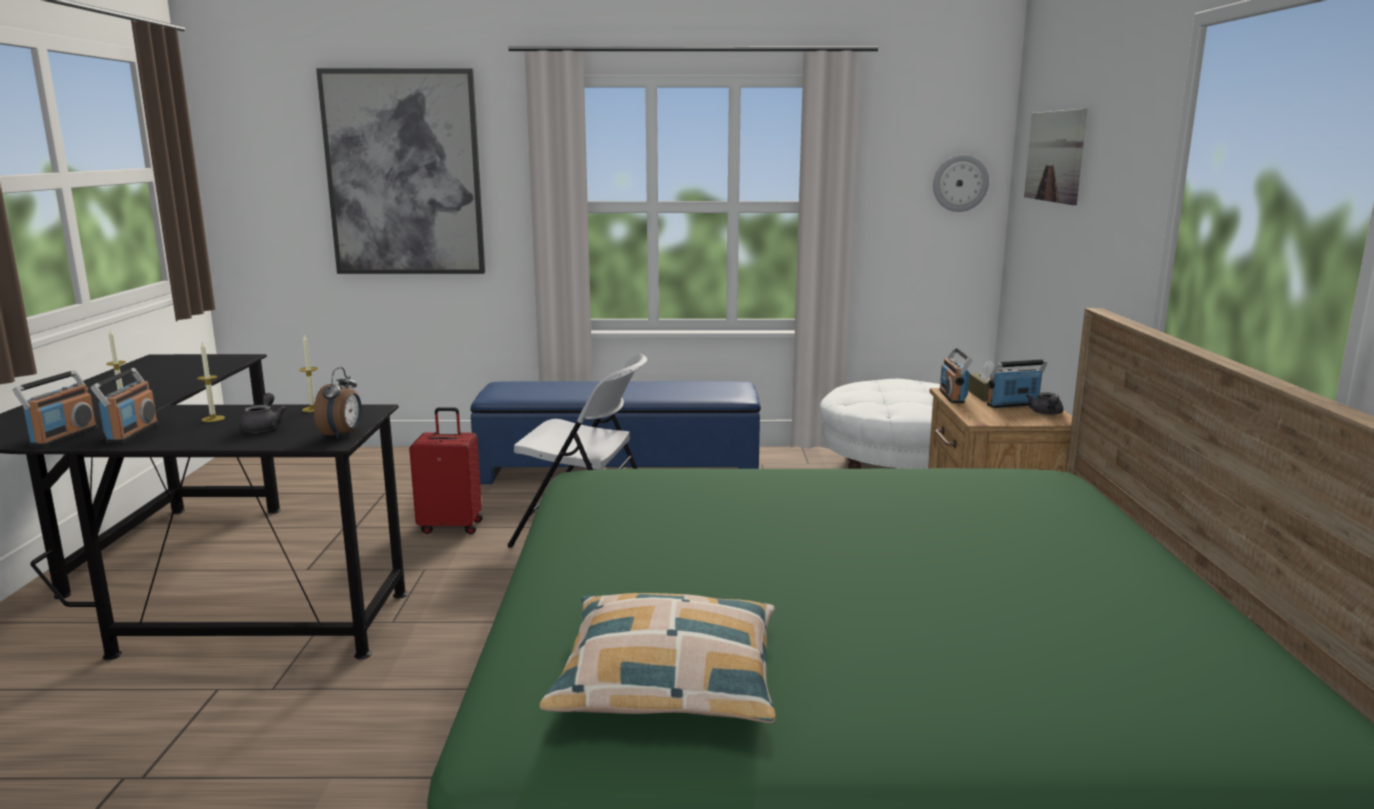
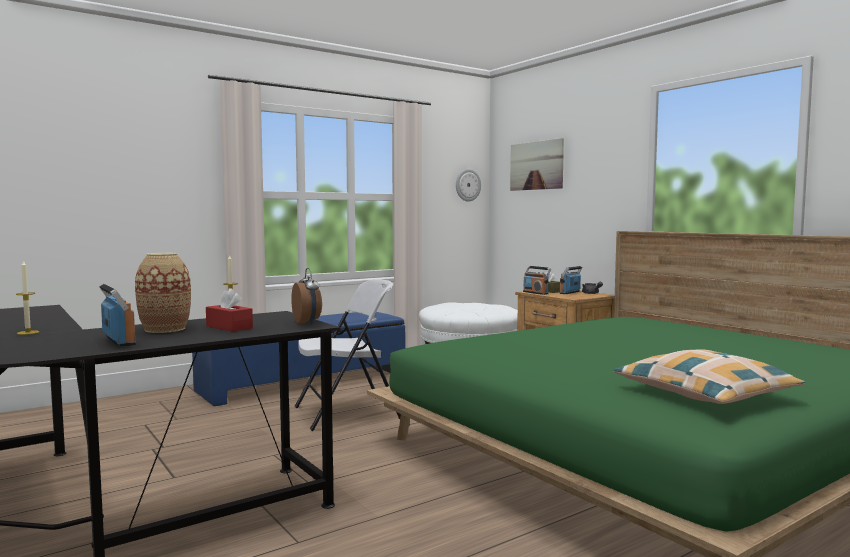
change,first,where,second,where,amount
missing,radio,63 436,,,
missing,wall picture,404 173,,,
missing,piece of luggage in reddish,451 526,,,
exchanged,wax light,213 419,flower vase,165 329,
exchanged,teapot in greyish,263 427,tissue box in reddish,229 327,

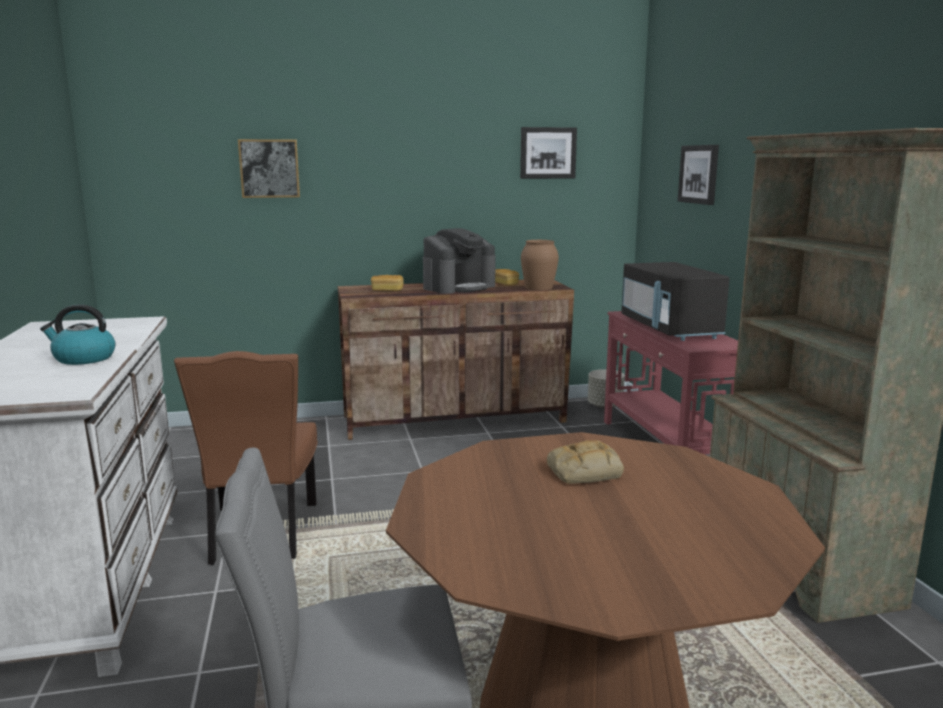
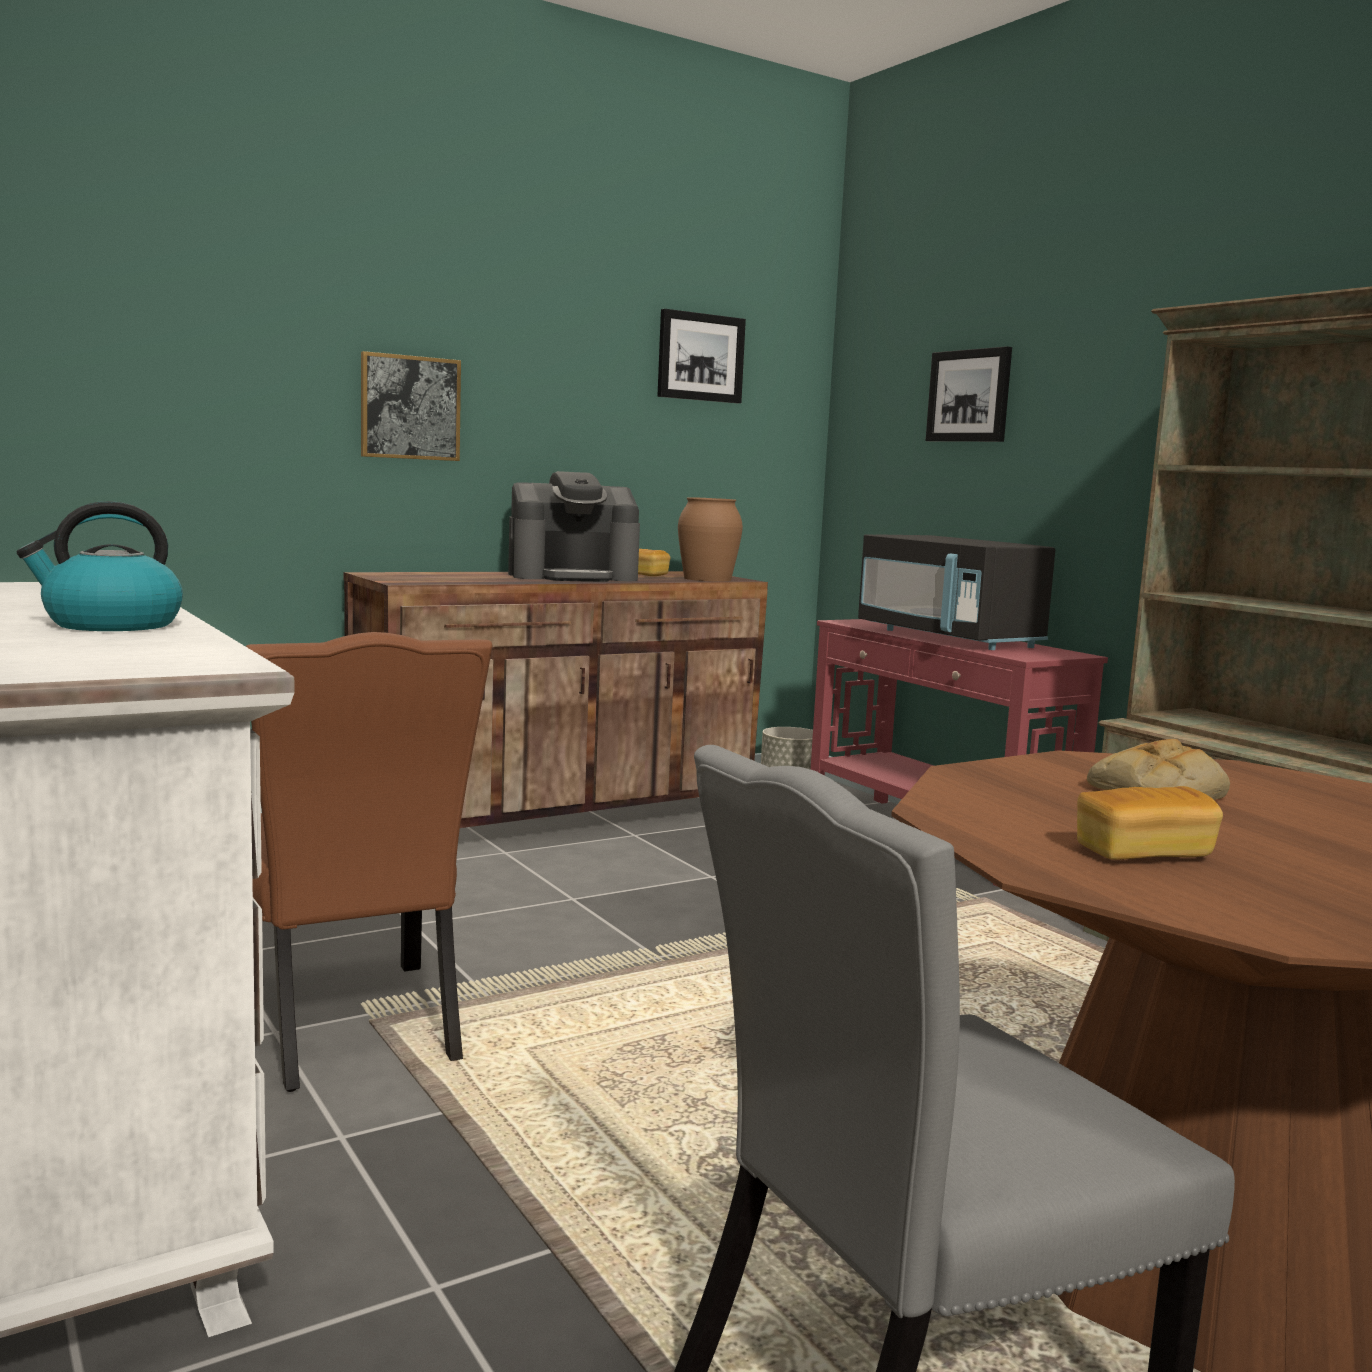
change,first,where,second,where,amount
relocated,wall picture,269 168,,410 407,
relocated,bread,387 290,,1143 854,
spun,coffee maker,459 287,,573 576,45 degrees clockwise

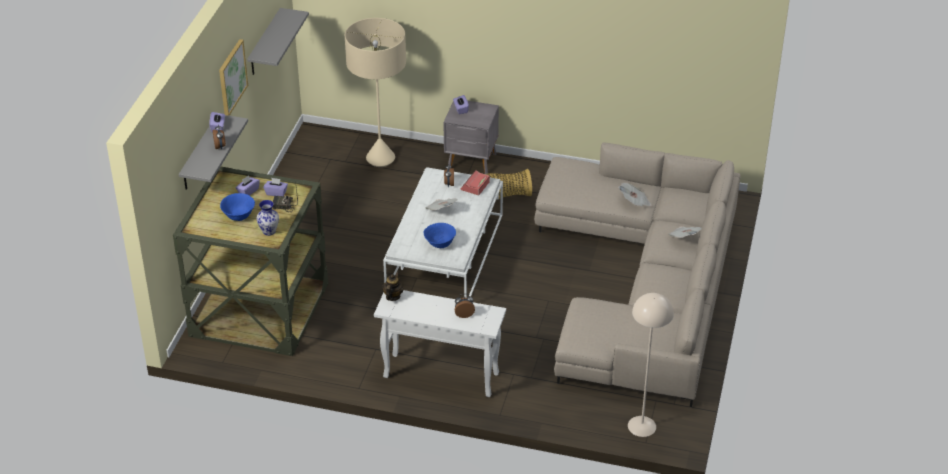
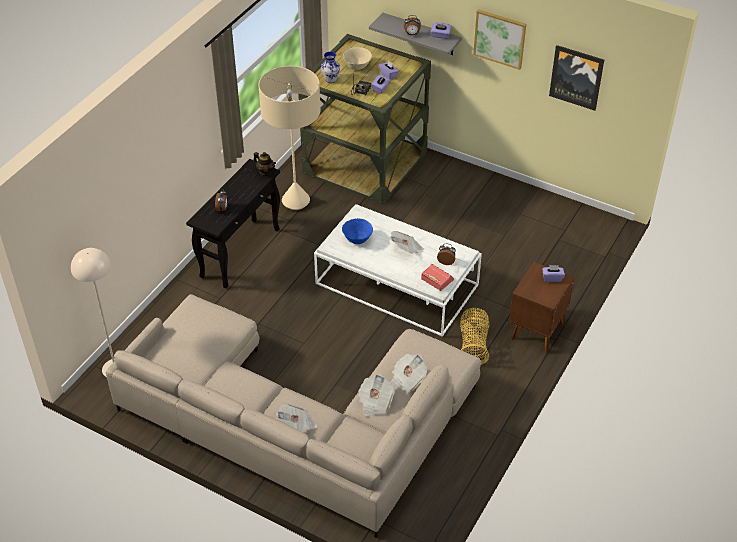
change,first,where,second,where,amount
appeared,,,daily paper,407 380,
relocated,standard lamp in beige,380 160,,296 202,
exchanged,bracket shelf in greyish,264 43,wall picture,576 77,
colour,bowl in blue-coloured,238 216,bowl in beige,357 67,
colour,console table in white,440 375,console table in blackish,240 252,
colour,night table in greyish,472 162,night table in brown-coloured,537 331,

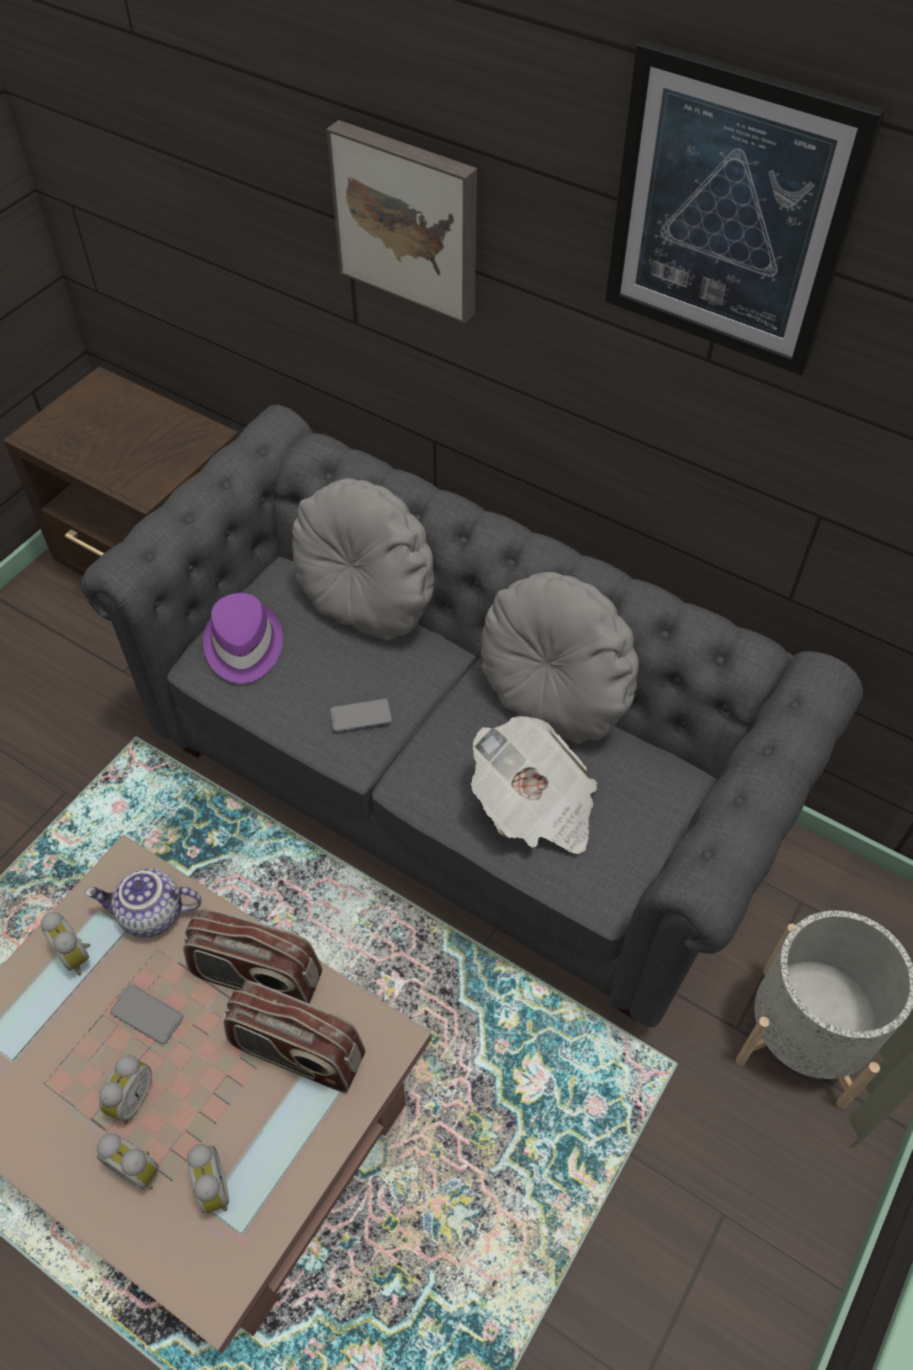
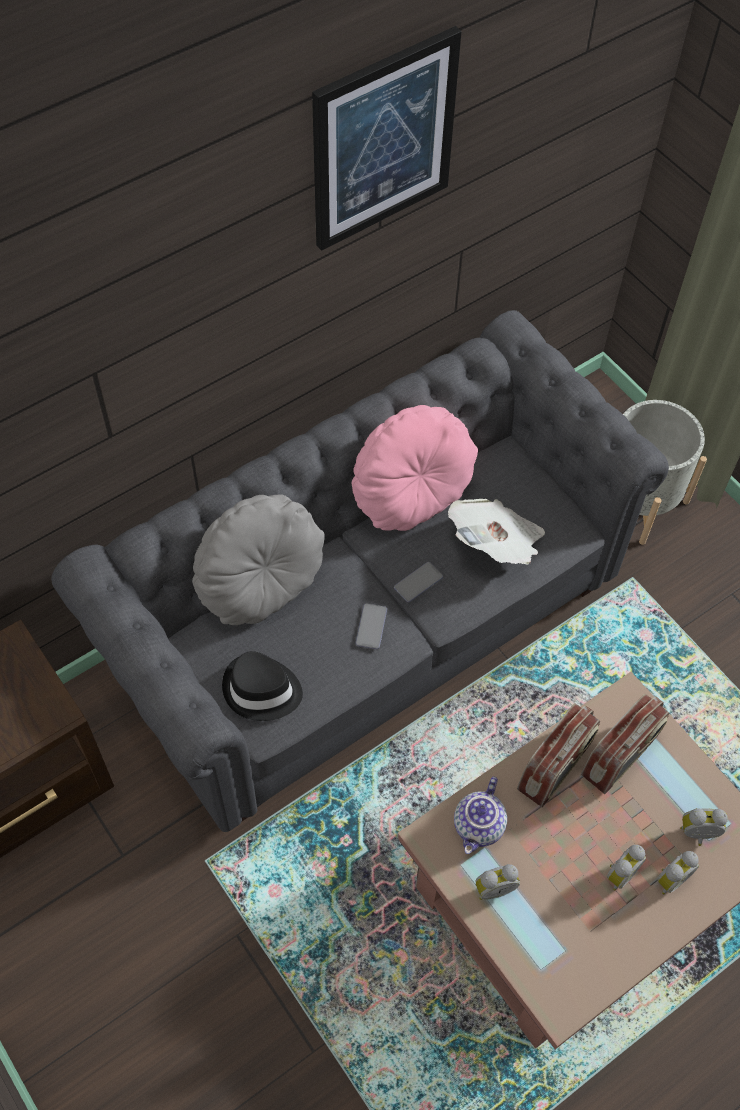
change,first,where,second,where,amount
missing,wall picture,409 220,,,
relocated,handset,147 1015,,418 582,
colour,clothing hat in purple-coloured,242 646,clothing hat in blackish,261 690,
colour,cushion in greyish,552 703,cushion in pinkish,411 501,
spun,table clock,130 1098,,619 873,90 degrees clockwise

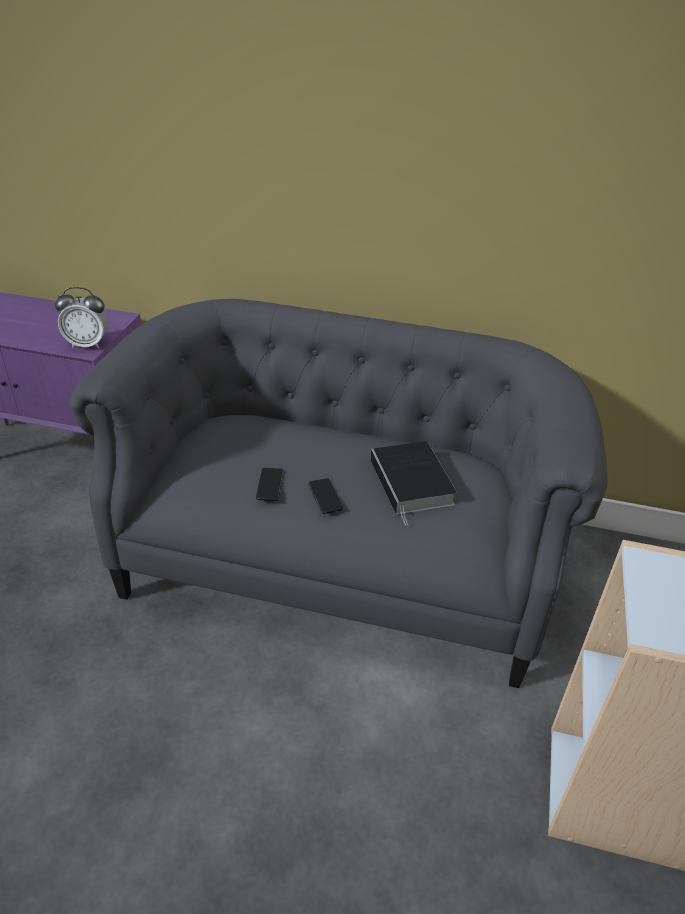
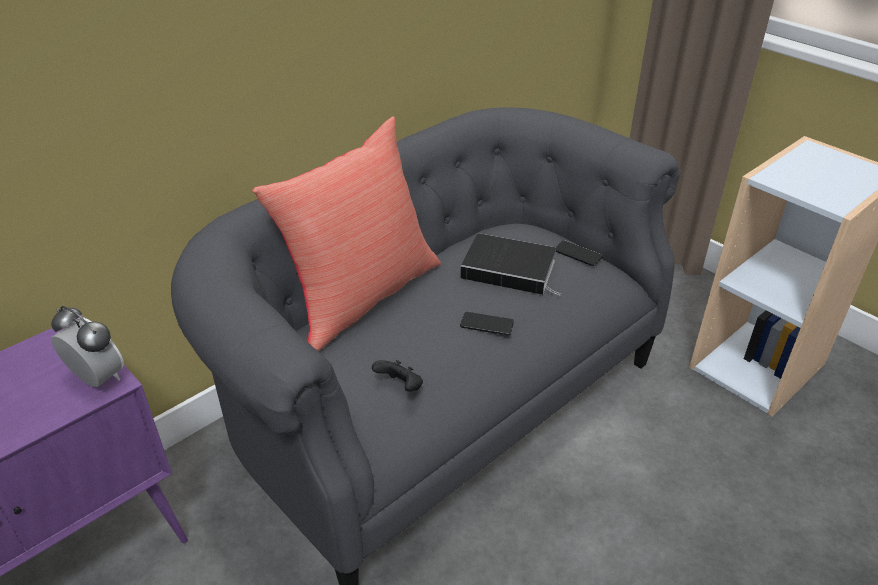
change,first,where,second,where,amount
appeared,,,cushion in reddish,361 296,
appeared,,,joypad in blackish,400 387,
relocated,handset,270 485,,578 254,
spun,table clock,88 344,,98 379,90 degrees counterclockwise

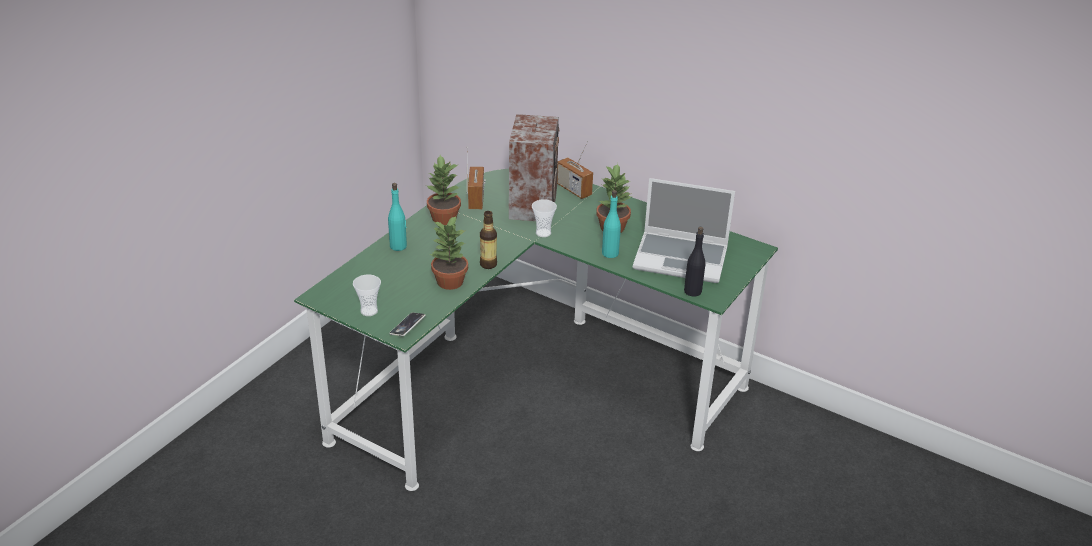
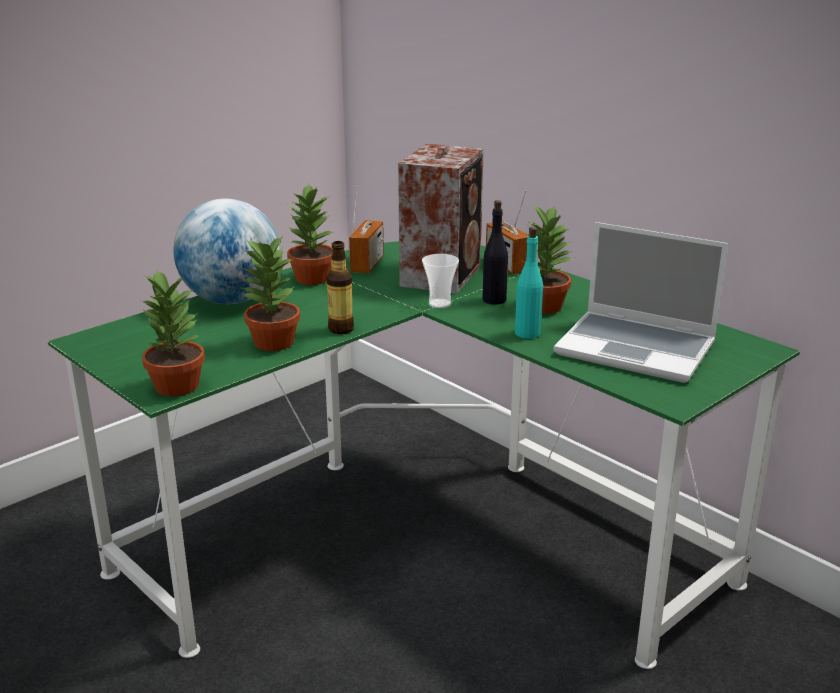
change,first,where,second,where,amount
missing,drinking cup,369 311,,,
relocated,bottle in blackish,693 291,,494 300,
exchanged,bottle in turquoise-coloured,398 246,desk globe,231 300,
exchanged,handset,407 326,houseplant,176 386,

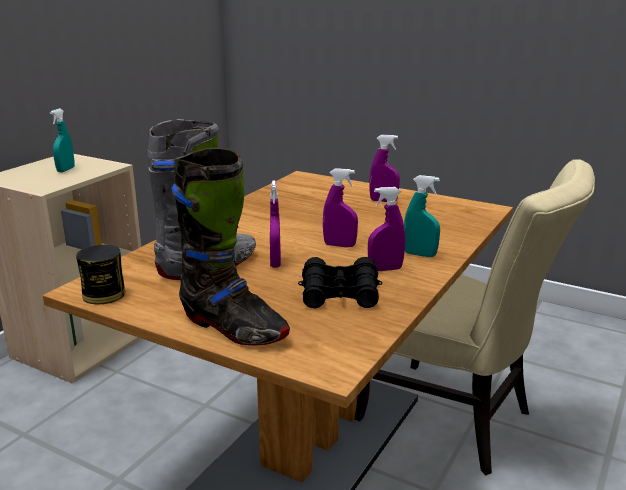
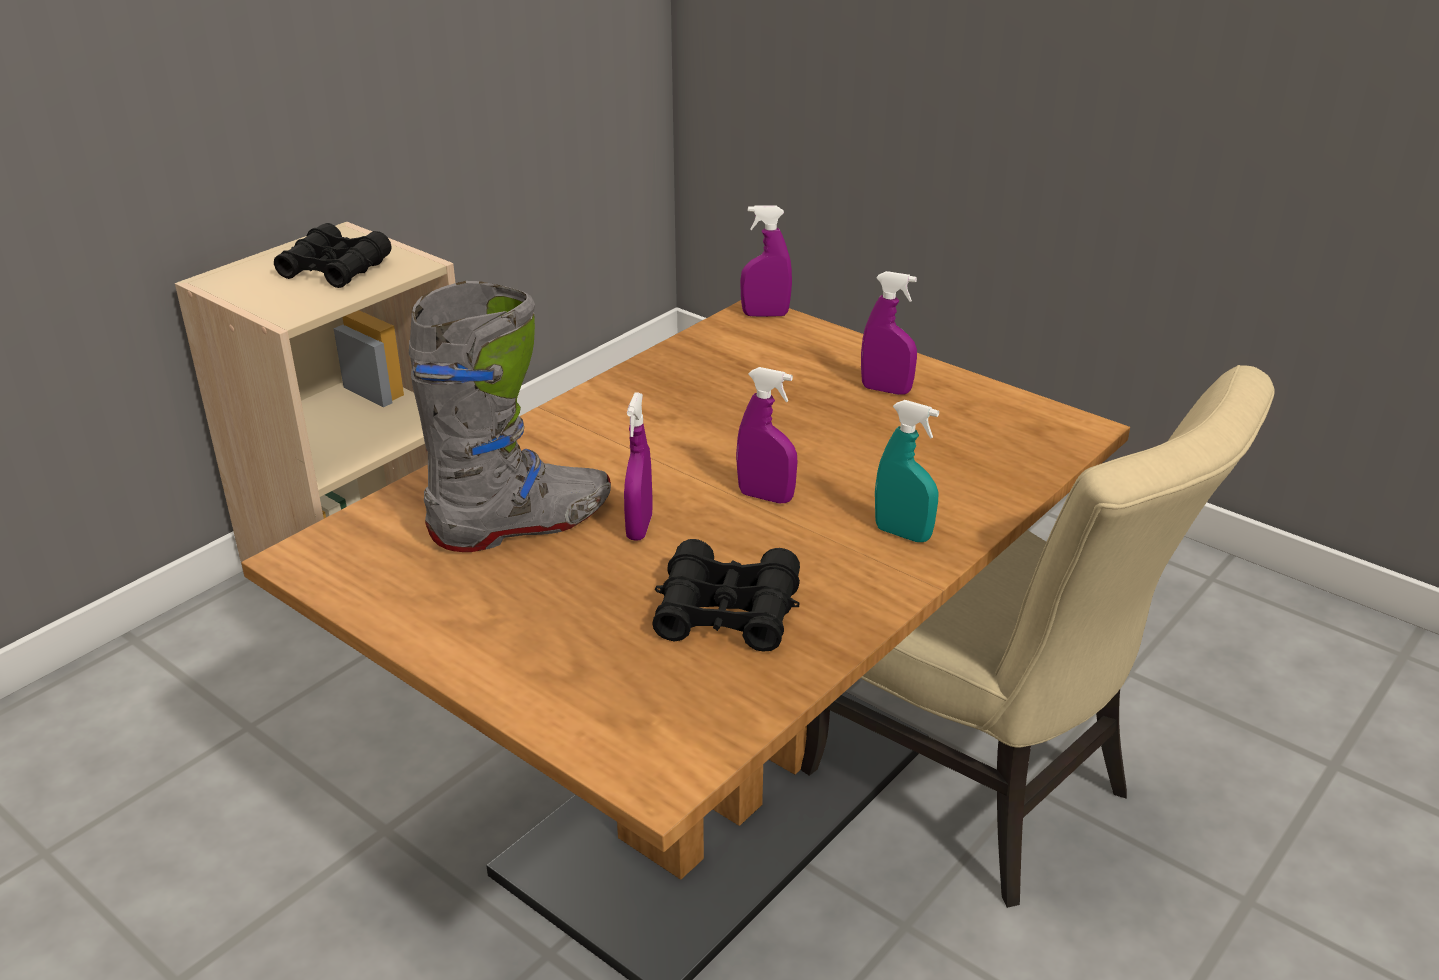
change,first,where,second,where,amount
missing,can,104 294,,,
missing,boot in blackish,232 328,,,
relocated,spray bottle in purple-coloured,385 269,,765 315,
exchanged,spray bottle in turquoise-coloured,66 170,binoculars in blackish,335 269,

